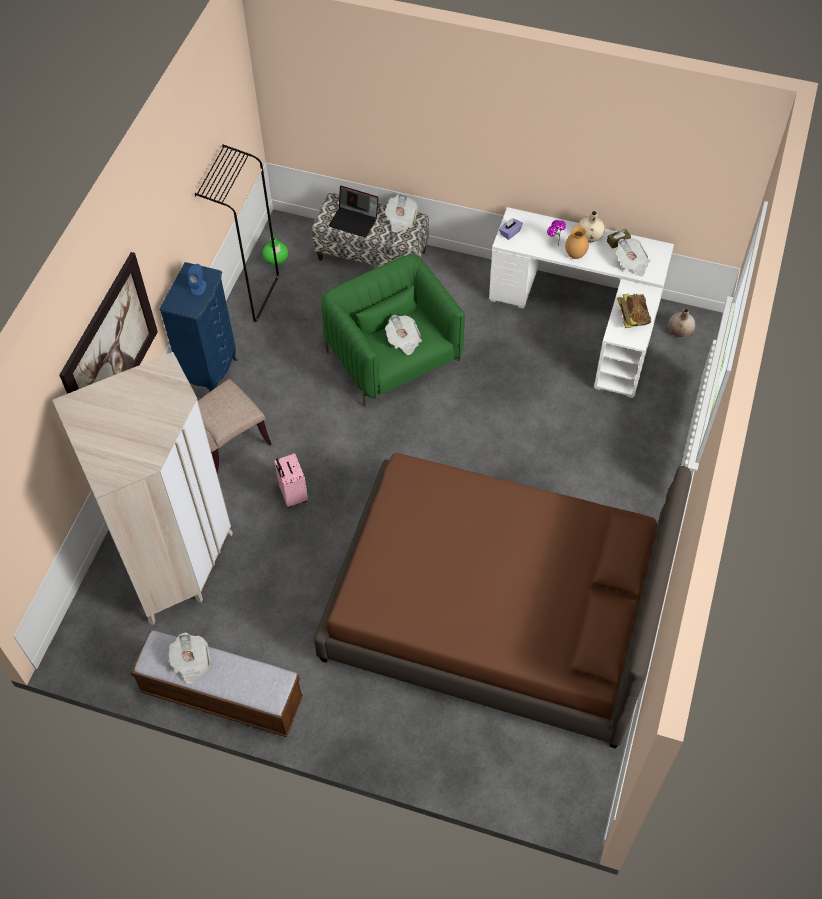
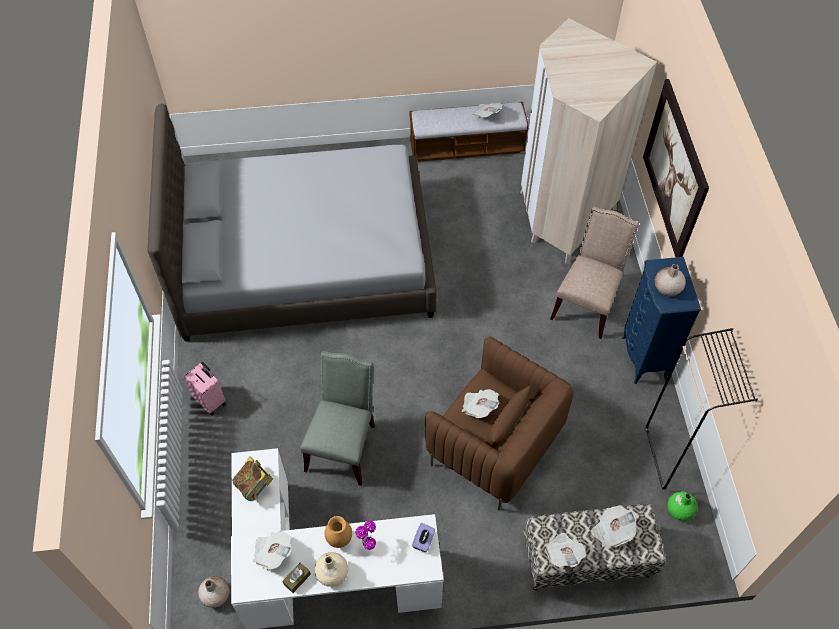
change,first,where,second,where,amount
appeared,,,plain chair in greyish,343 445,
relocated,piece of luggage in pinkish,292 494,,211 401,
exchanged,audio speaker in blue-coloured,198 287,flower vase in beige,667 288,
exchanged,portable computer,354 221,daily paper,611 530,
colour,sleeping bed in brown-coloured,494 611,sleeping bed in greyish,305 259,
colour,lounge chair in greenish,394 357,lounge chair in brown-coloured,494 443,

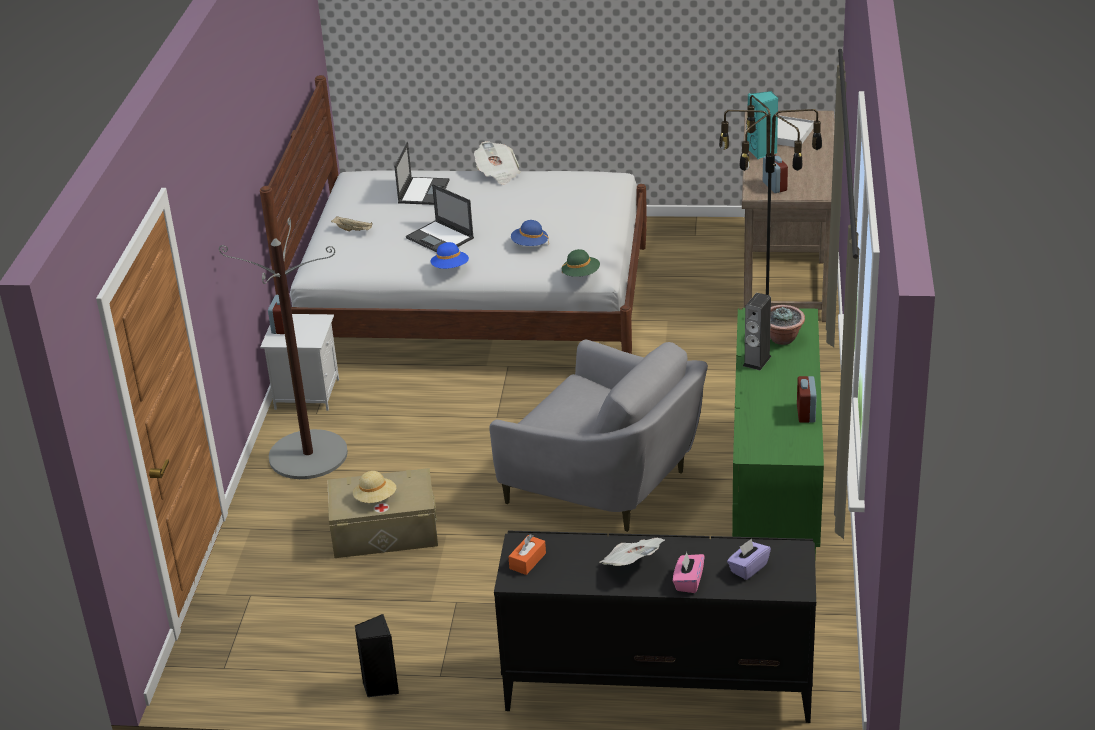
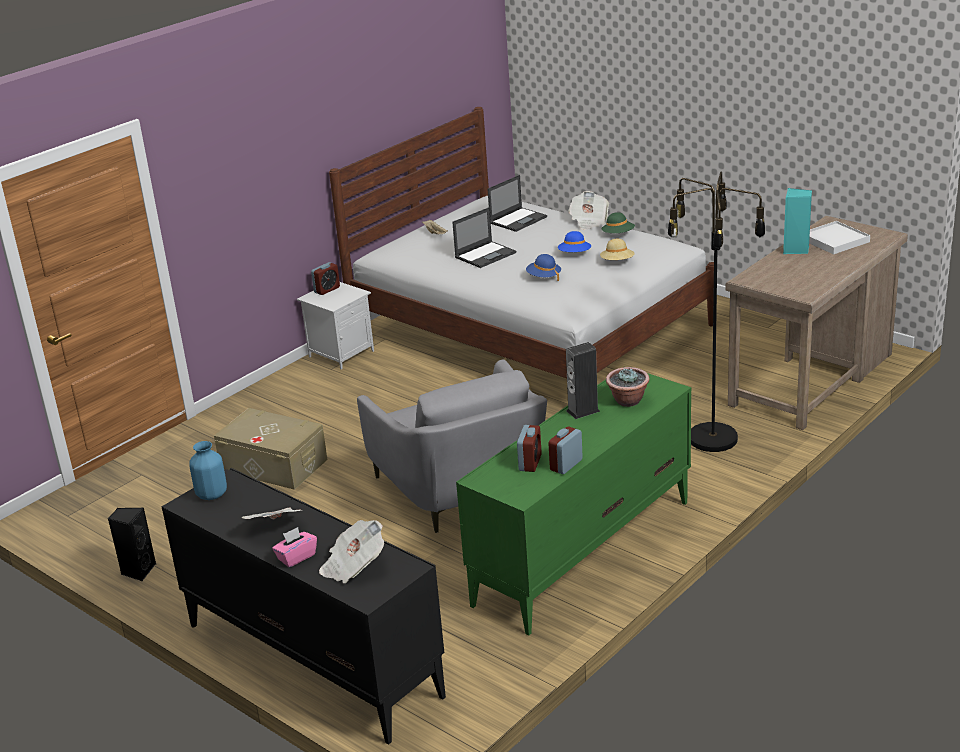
change,first,where,second,where,amount
missing,garment rack in greyish,308 455,,,
relocated,clothing hat in beige,375 499,,617 262,
relocated,clothing hat in blue-coloured,450 268,,574 254,
relocated,clothing hat in greenish,581 275,,618 235,
relocated,table clock,774 186,,530 463,
exchanged,tissue box in orangey,527 561,flower vase in blue-coloured,212 494,
exchanged,tissue box in purple-coloured,748 568,daily paper,353 566,
spun,portable computer,440 238,,486 255,120 degrees counterclockwise

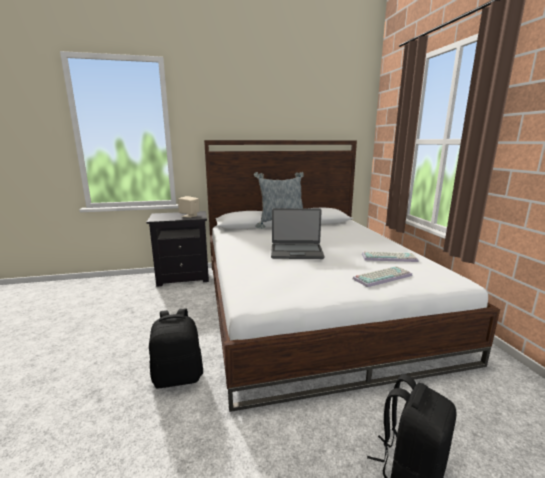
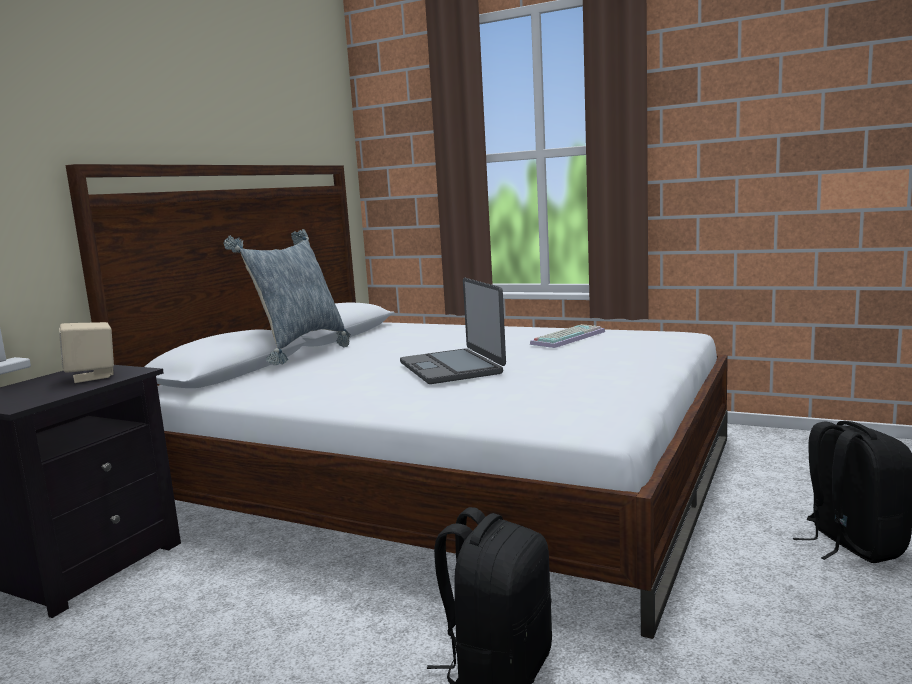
change,first,where,second,where,amount
missing,PC keyboard,382 276,,,
spun,portable computer,296 252,,452 368,120 degrees clockwise

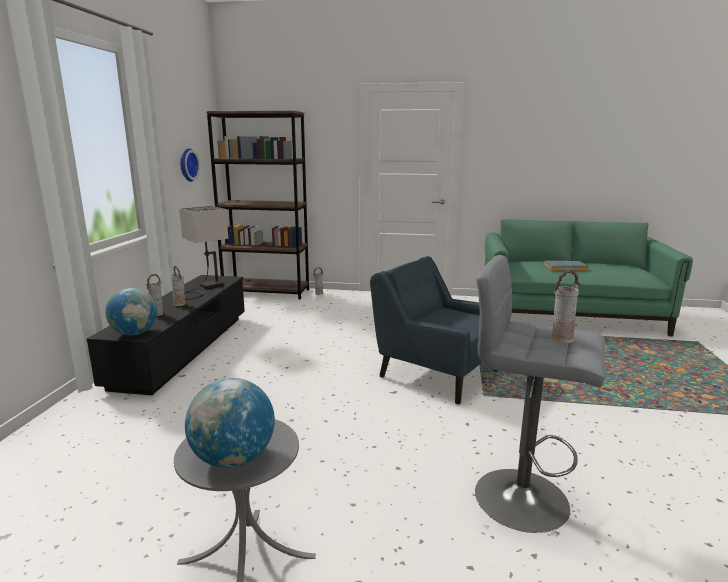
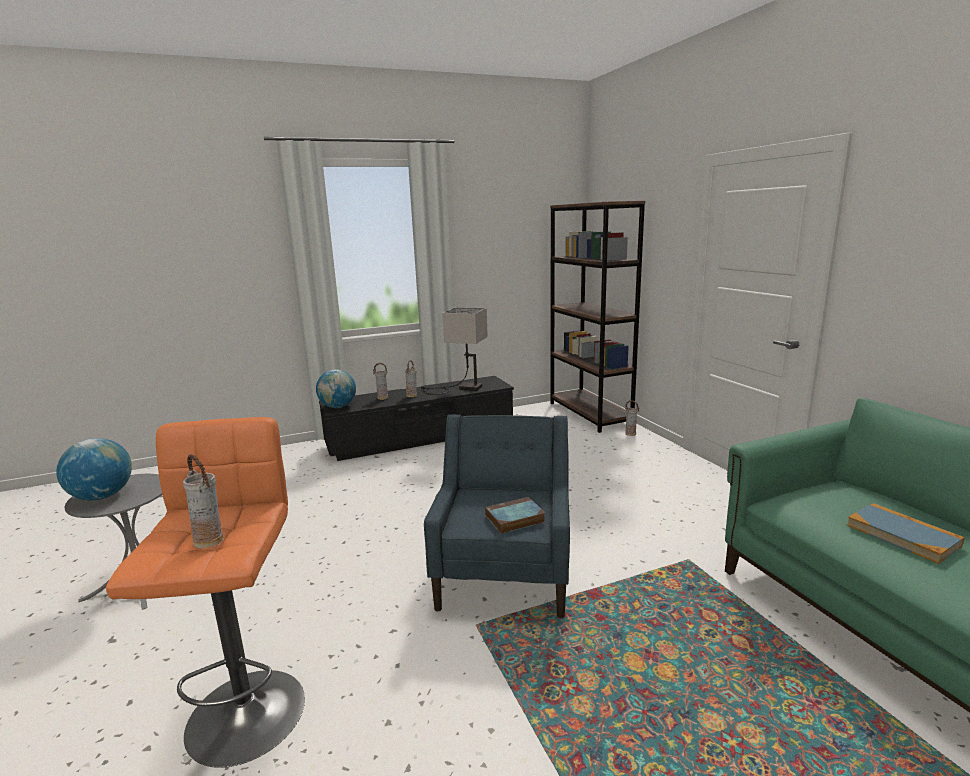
change,first,where,second,where,amount
missing,wall clock,187 165,,,
appeared,,,book,514 519,
colour,stool in greyish,520 498,stool in orangey,248 714,

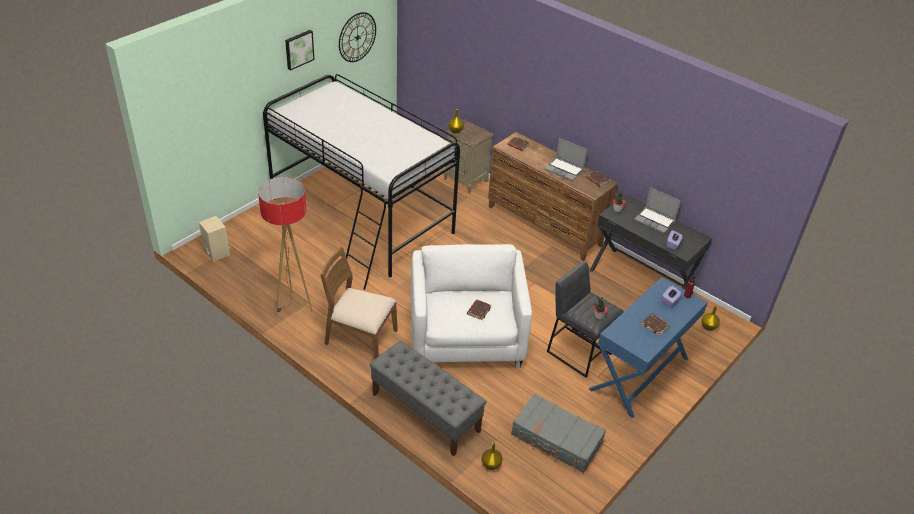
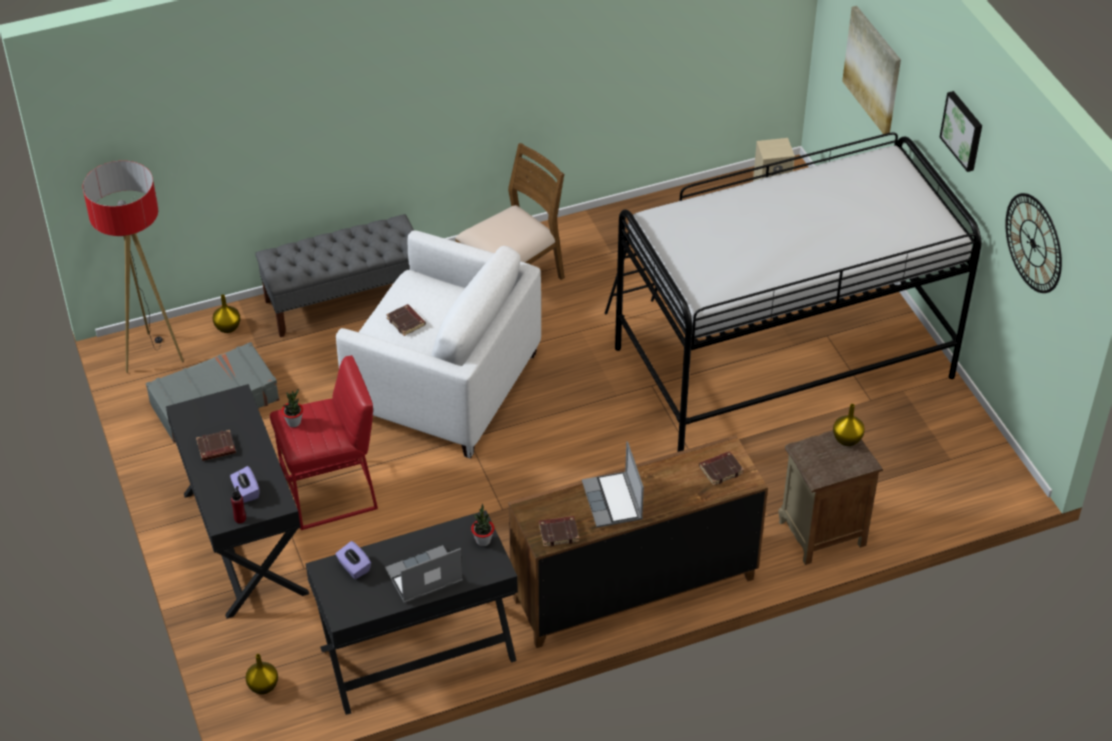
change,first,where,second,where,amount
appeared,,,wall picture,873 70,
relocated,standard lamp,293 307,,153 355,
colour,stool in greyish,578 352,stool in reddish,331 493,
colour,desk unit in blue-coloured,639 374,desk unit in blackish,243 543,
spun,portable computer,565 170,,613 501,75 degrees counterclockwise

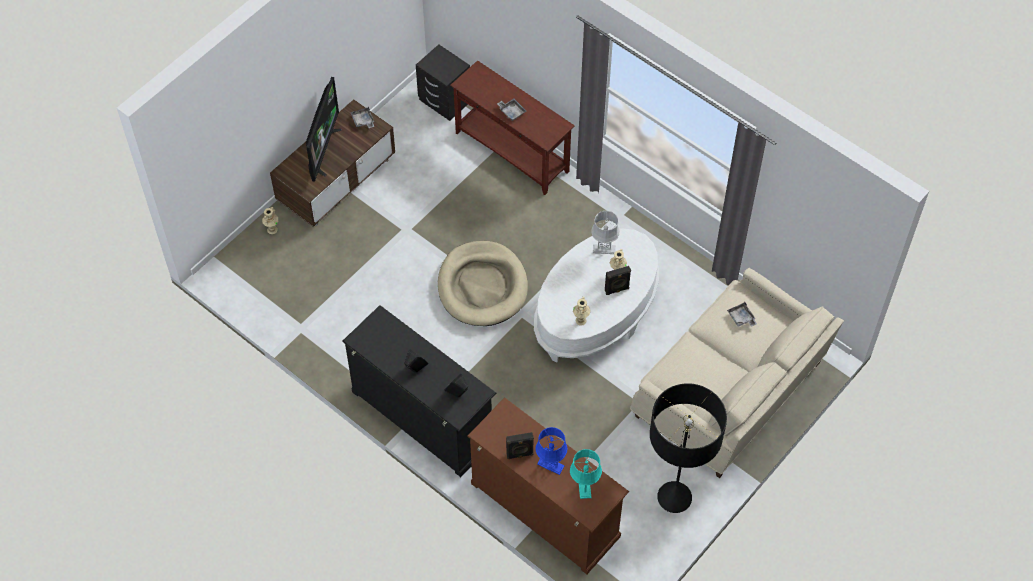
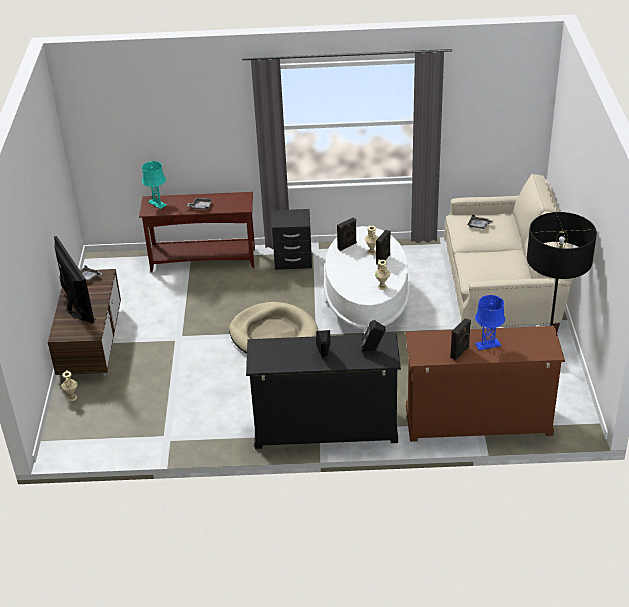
change,first,where,second,where,amount
relocated,night table in blackish,445 101,,293 260,
relocated,tabletop lamp in turquoise-coloured,584 486,,157 203,
exchanged,tabletop lamp in greyish,604 249,audio speaker in blackish,347 246,

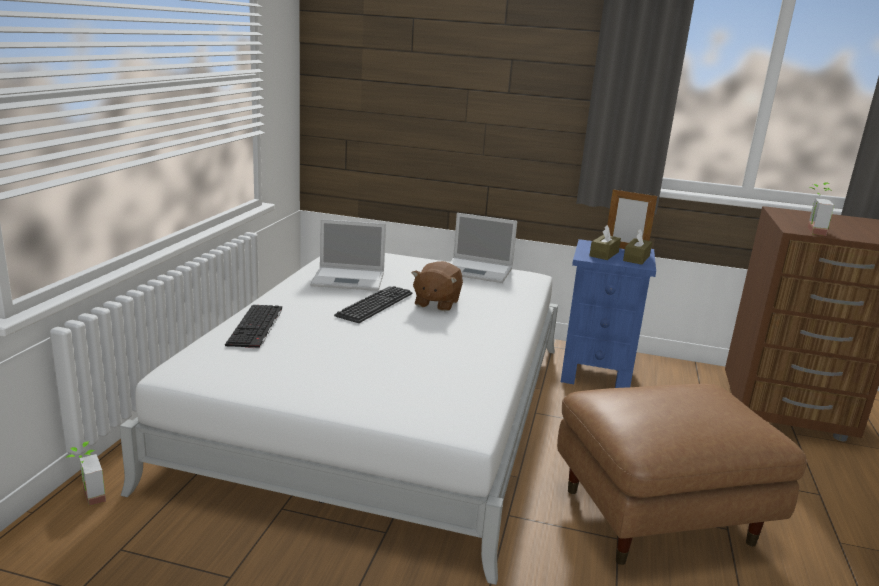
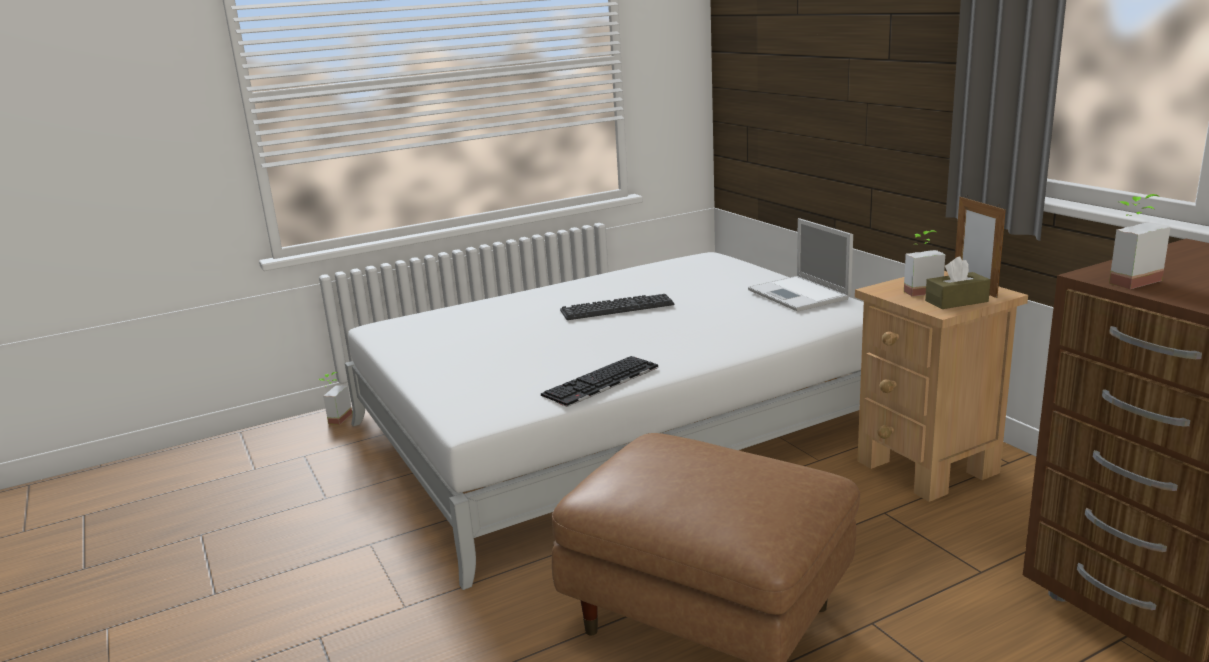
change,first,where,second,where,amount
missing,portable computer,350 279,,,
missing,cuddly toy in brown-coloured,436 303,,,
relocated,PC keyboard,256 327,,601 382,
exchanged,tissue box in brown-coloured,604 254,houseplant,919 290,
colour,night table in blue-coloured,596 374,night table in beige,926 468,

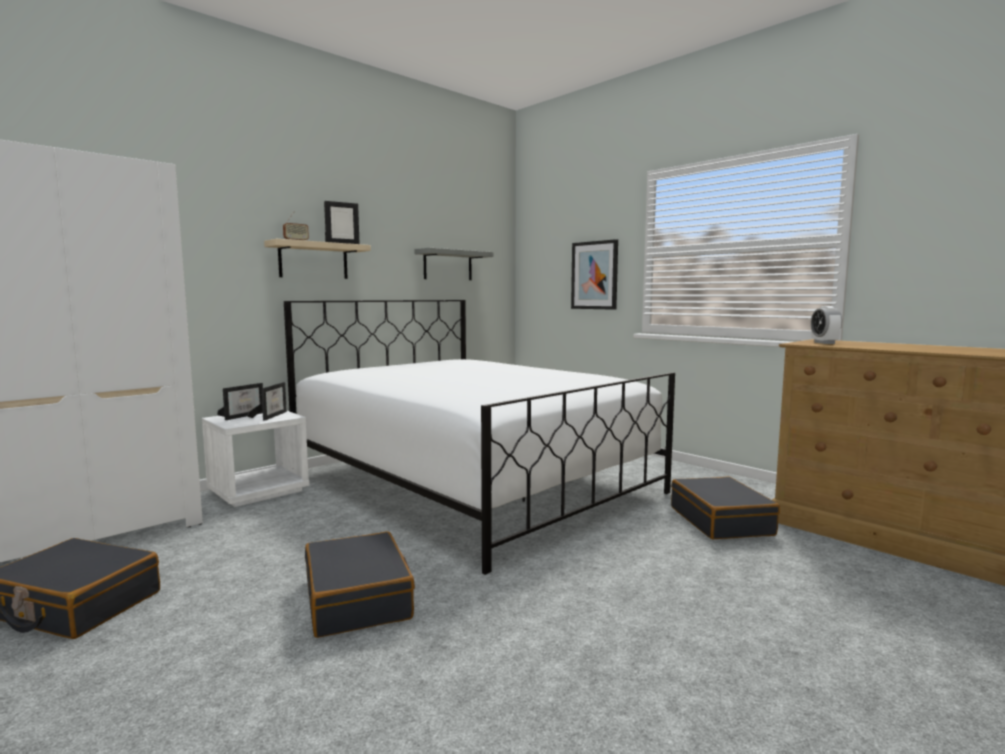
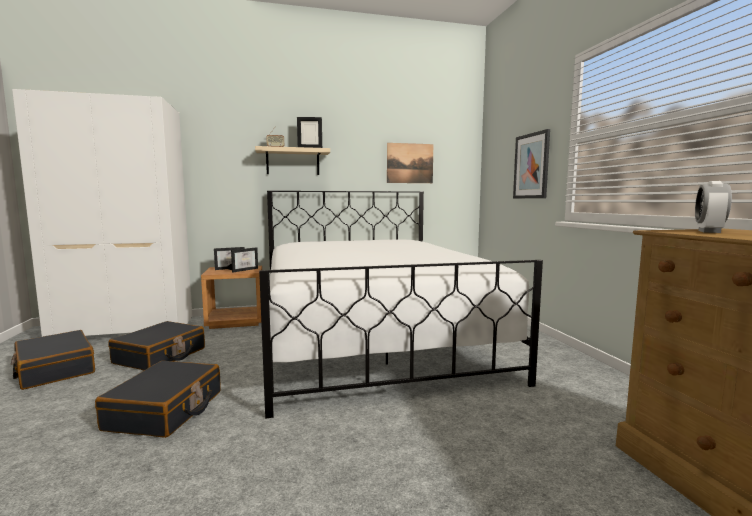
change,first,where,second,where,amount
relocated,piece of luggage in blackish,721 521,,160 356,
exchanged,bracket shelf in greyish,448 265,wall picture,410 163,
colour,night table in white,259 491,night table in brown-coloured,236 321,

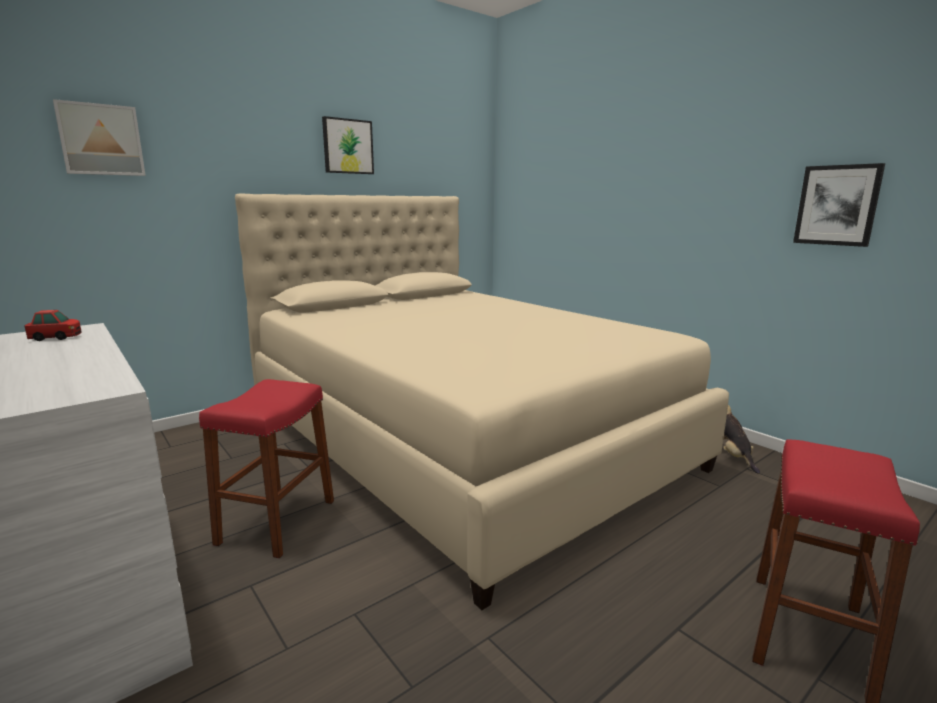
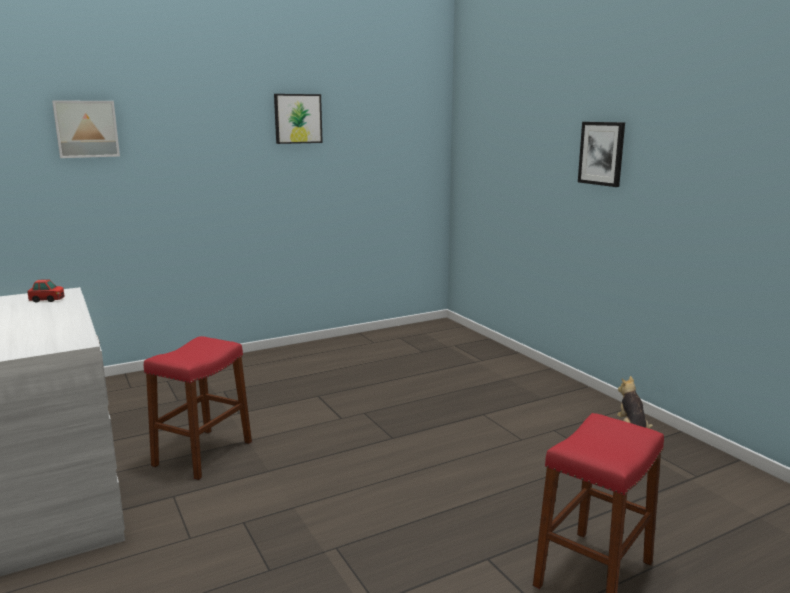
change,first,where,second,where,amount
missing,sleeping bed in beige,460 437,,,
relocated,wall picture,837 205,,601 153,

